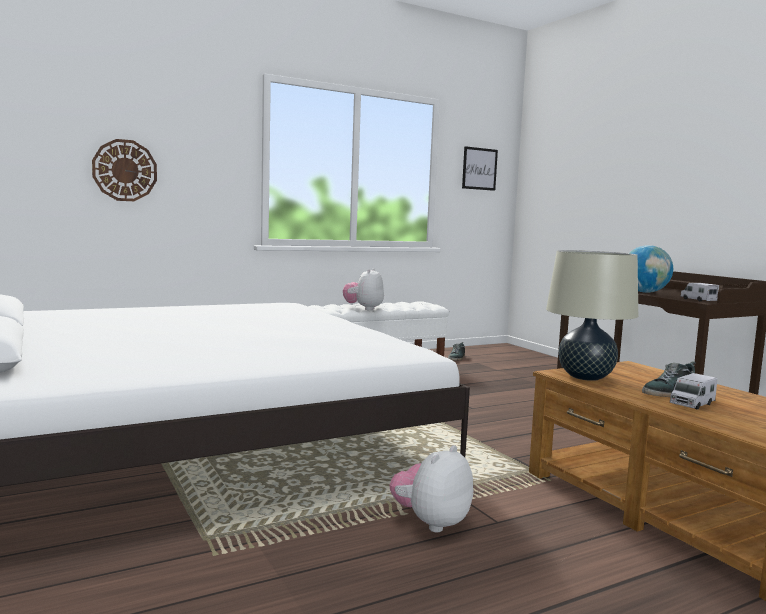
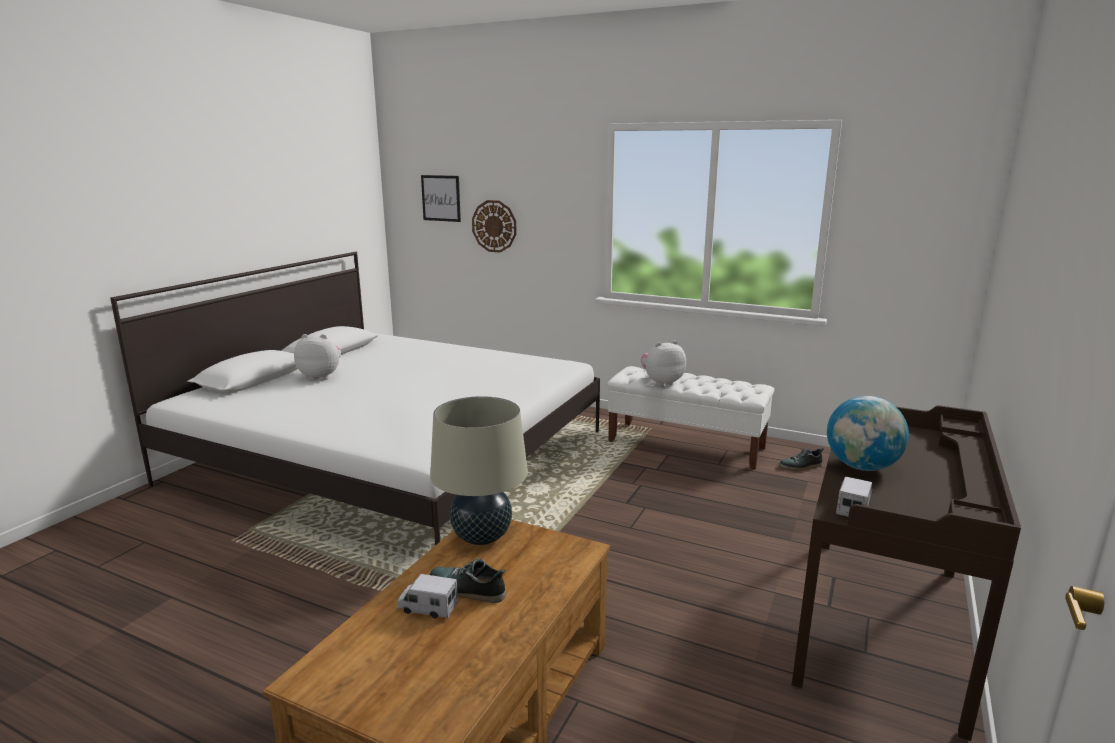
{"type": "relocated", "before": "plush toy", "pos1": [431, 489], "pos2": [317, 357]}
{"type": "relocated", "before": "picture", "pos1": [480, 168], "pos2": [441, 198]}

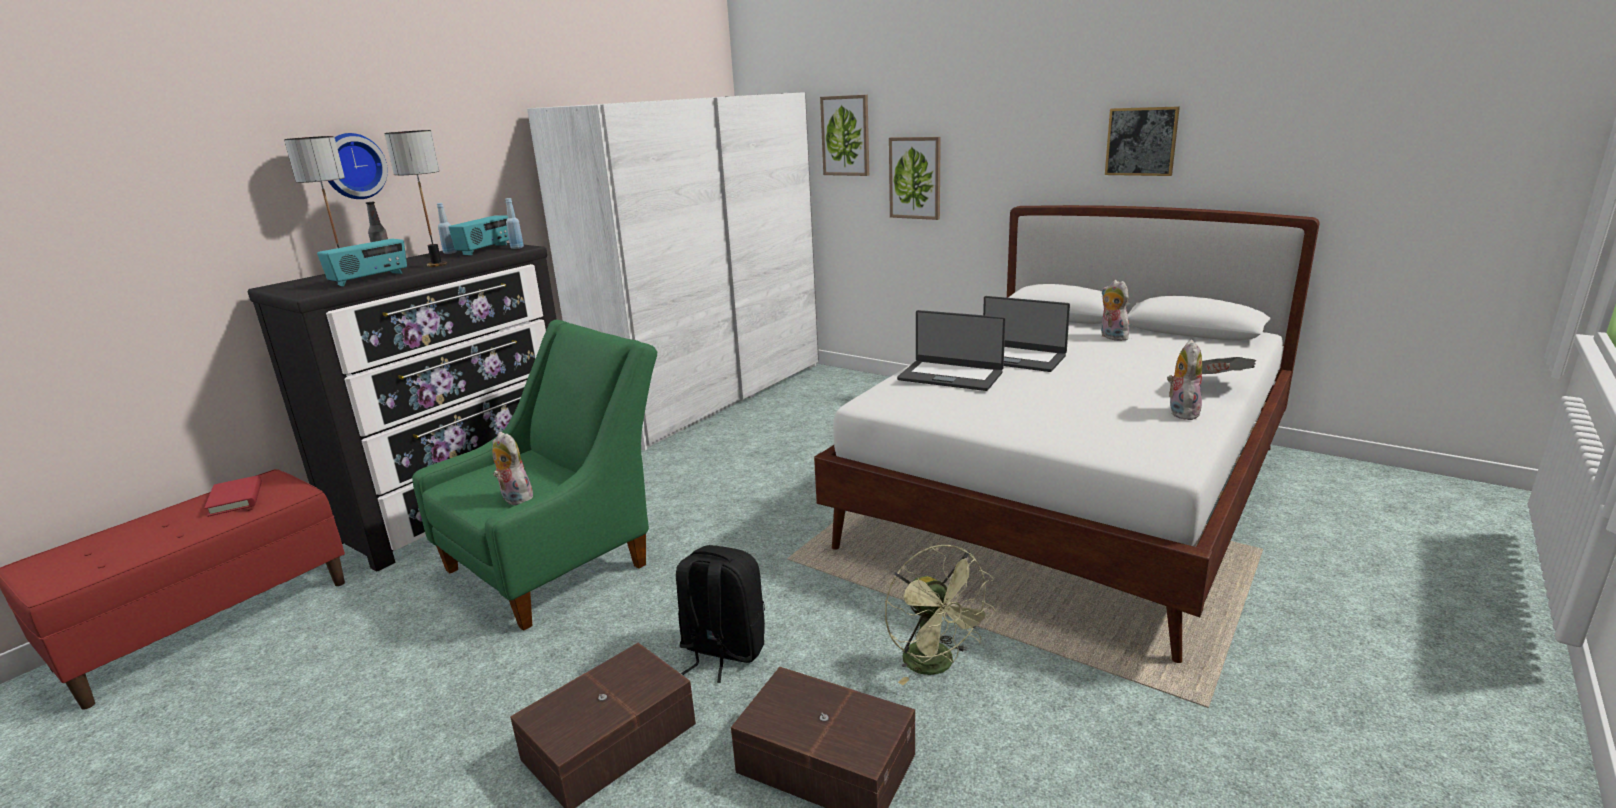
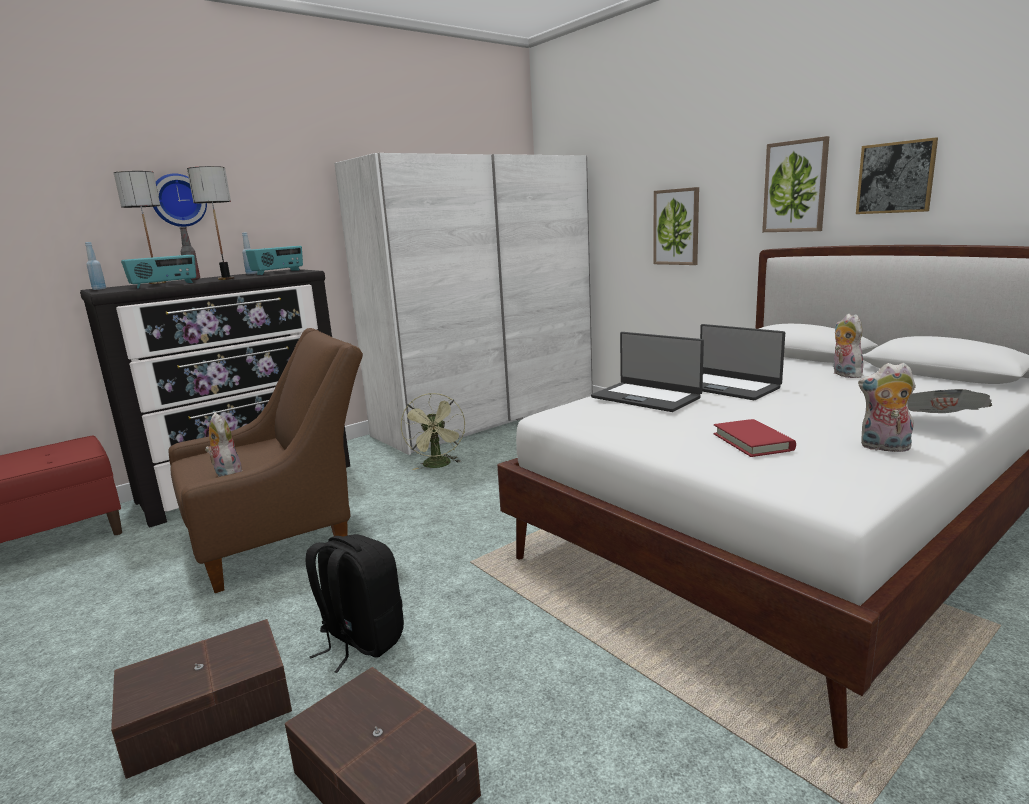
{"type": "relocated", "before": "red book", "pos1": [233, 496], "pos2": [754, 438]}
{"type": "colour", "before": "green armchair", "after": "brown armchair", "pos1": [534, 475], "pos2": [266, 460]}
{"type": "relocated", "before": "blue bottle", "pos1": [514, 223], "pos2": [95, 266]}
{"type": "relocated", "before": "picture", "pos1": [844, 135], "pos2": [795, 184]}
{"type": "relocated", "before": "green fan", "pos1": [940, 615], "pos2": [433, 431]}
{"type": "spun", "before": "plush toy", "pos1": [1184, 379], "pos2": [887, 407], "turn": -105}

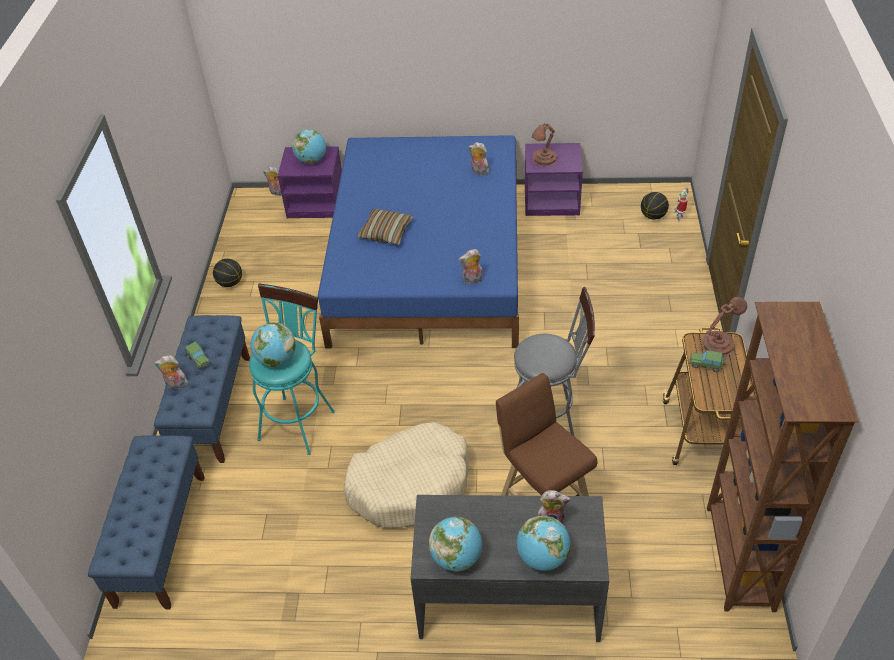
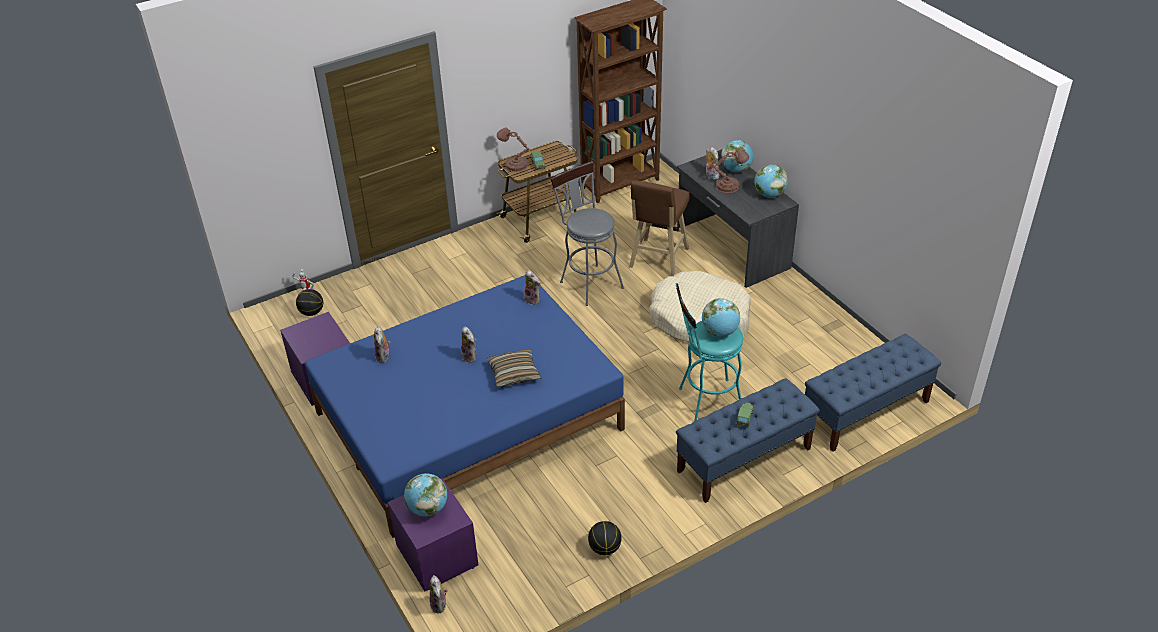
{"type": "relocated", "before": "plush toy", "pos1": [171, 373], "pos2": [469, 345]}
{"type": "relocated", "before": "brown table lamp", "pos1": [544, 144], "pos2": [731, 171]}

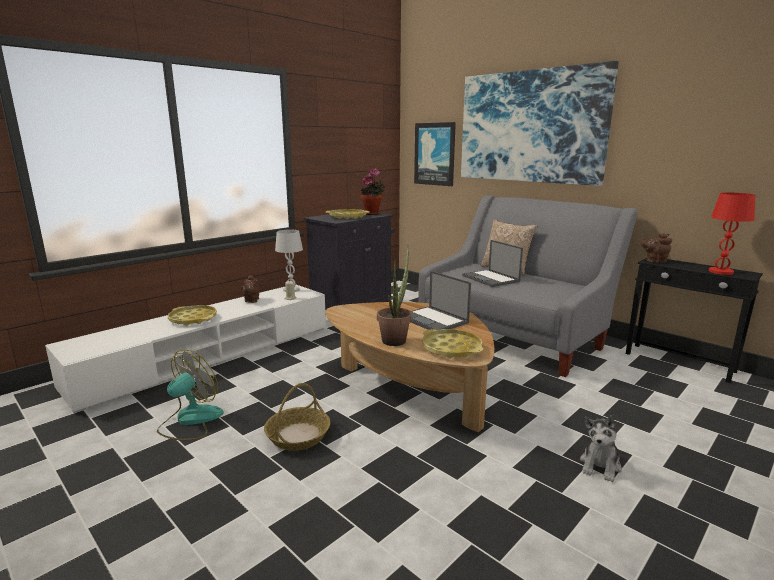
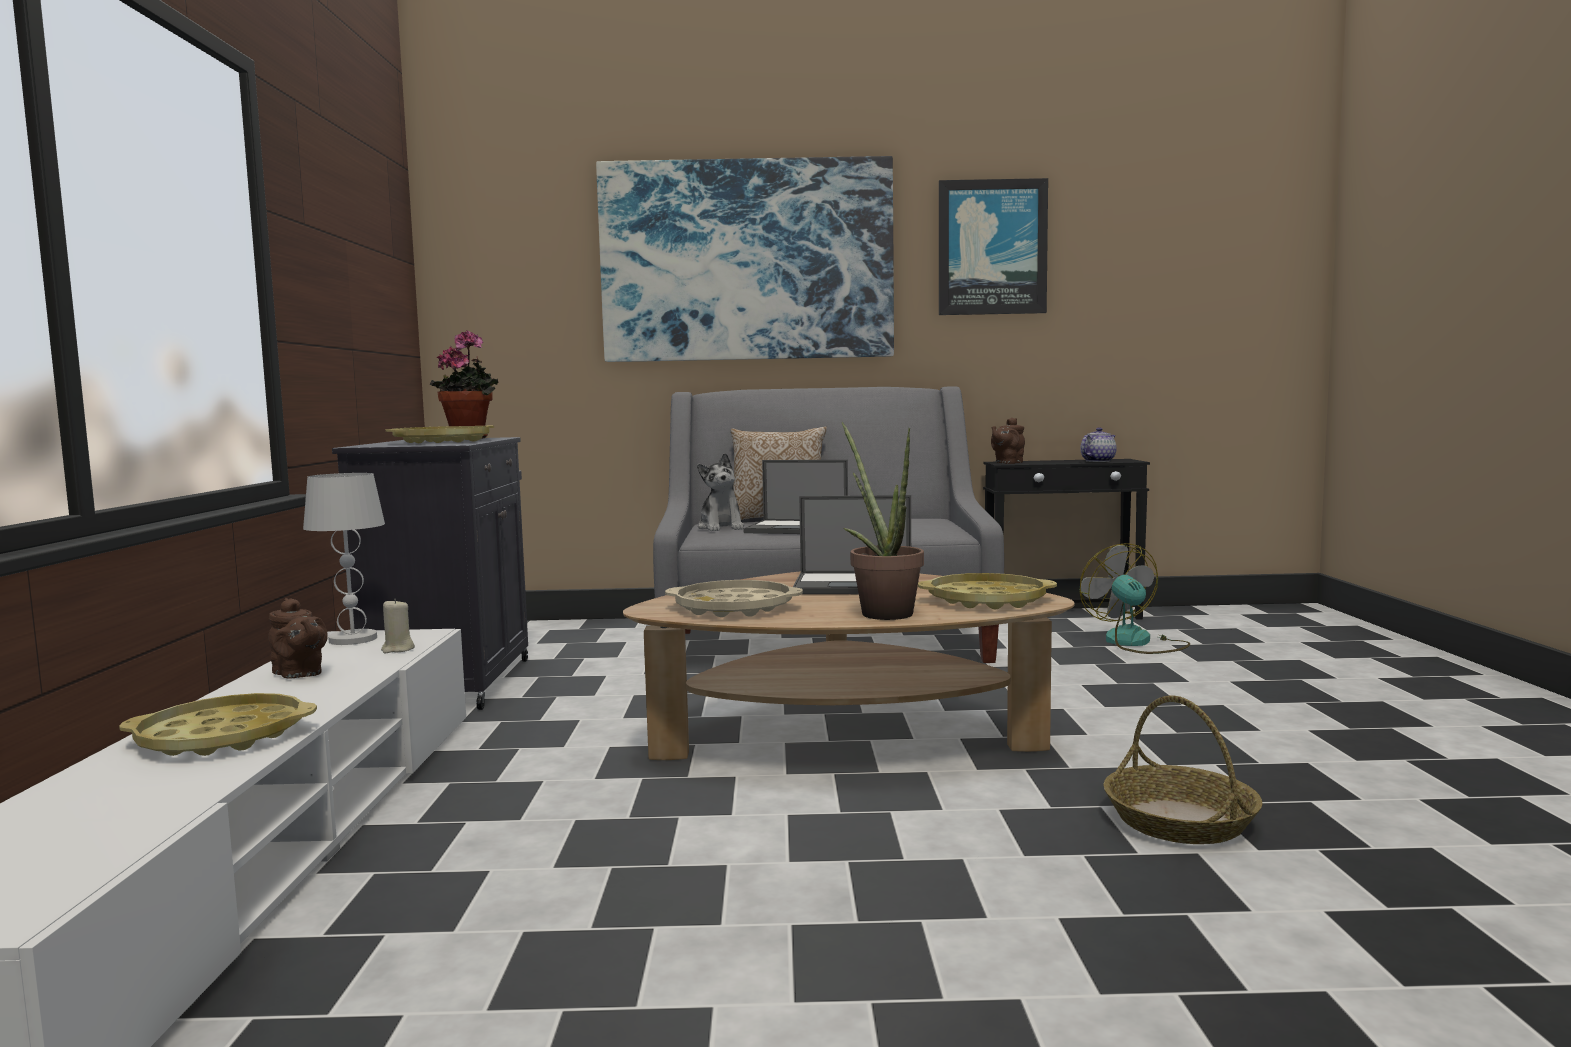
{"type": "relocated", "before": "fan", "pos1": [190, 395], "pos2": [1135, 598]}
{"type": "relocated", "before": "basket", "pos1": [297, 417], "pos2": [1182, 769]}
{"type": "relocated", "before": "picture", "pos1": [435, 154], "pos2": [993, 246]}
{"type": "relocated", "before": "plush toy", "pos1": [601, 449], "pos2": [720, 492]}
{"type": "exchanged", "before": "red table lamp", "after": "teapot", "pos1": [732, 234], "pos2": [1098, 444]}
{"type": "appeared", "after": "beige tray", "pos2": [734, 598]}

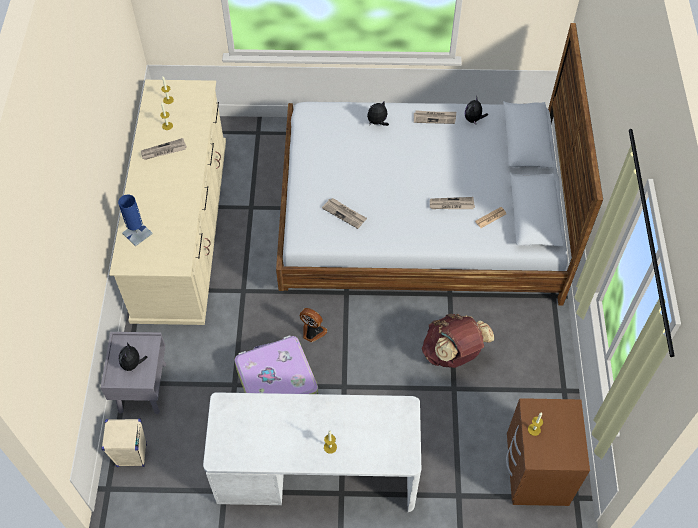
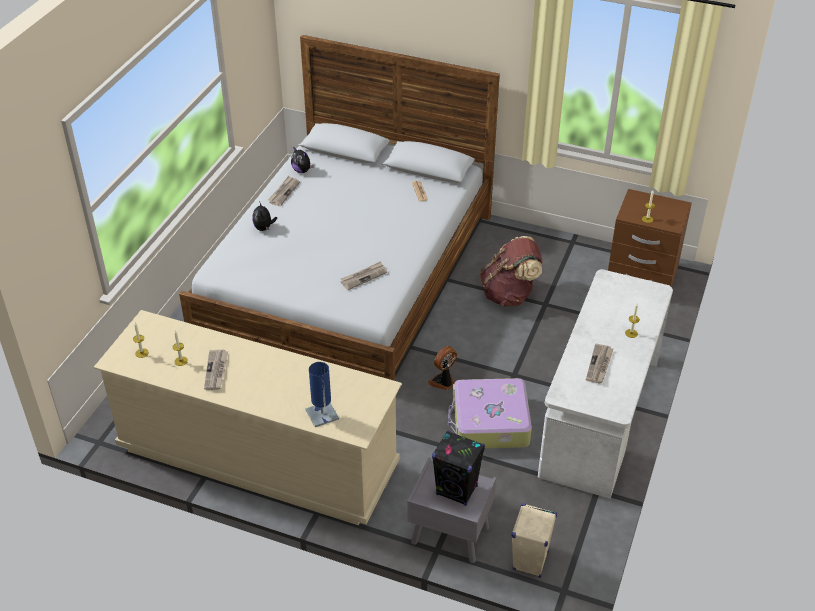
{"type": "exchanged", "before": "plush toy", "after": "black speaker", "pos1": [133, 357], "pos2": [458, 468]}
{"type": "relocated", "before": "newspaper", "pos1": [452, 203], "pos2": [599, 364]}

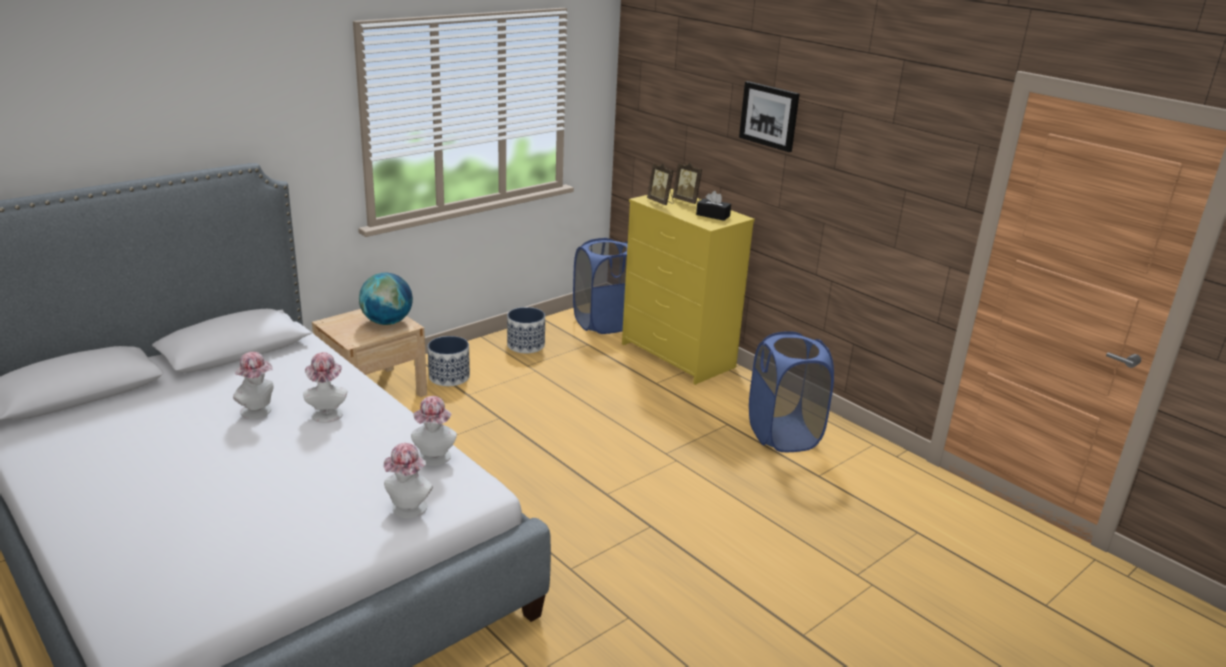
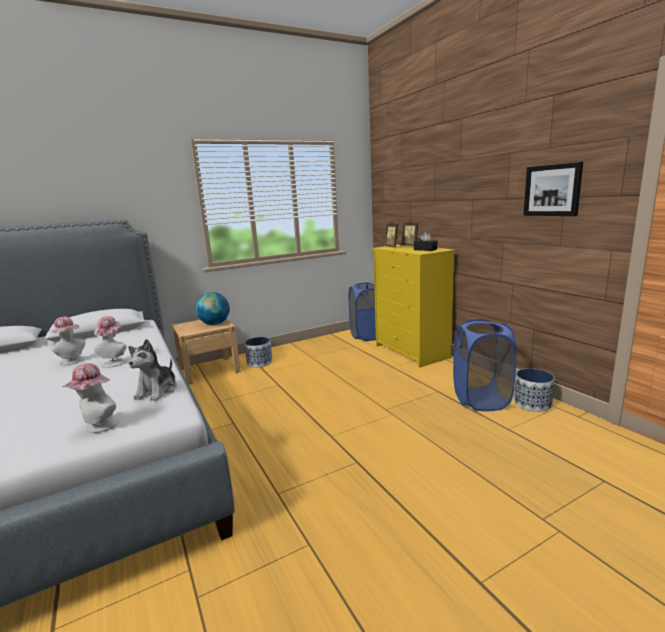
{"type": "exchanged", "before": "hat", "after": "plush toy", "pos1": [434, 431], "pos2": [152, 370]}
{"type": "relocated", "before": "planter", "pos1": [526, 330], "pos2": [534, 390]}
{"type": "relocated", "before": "picture", "pos1": [769, 116], "pos2": [553, 189]}

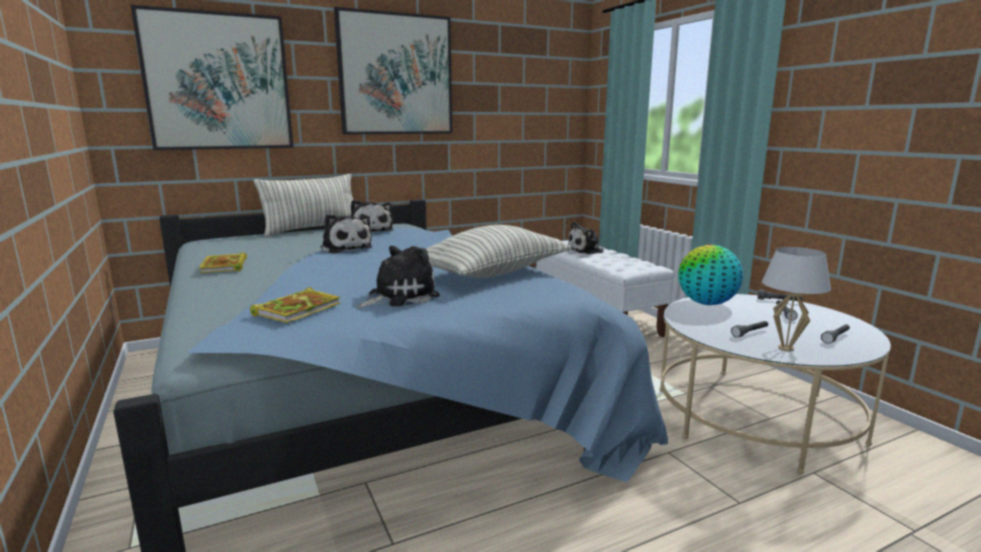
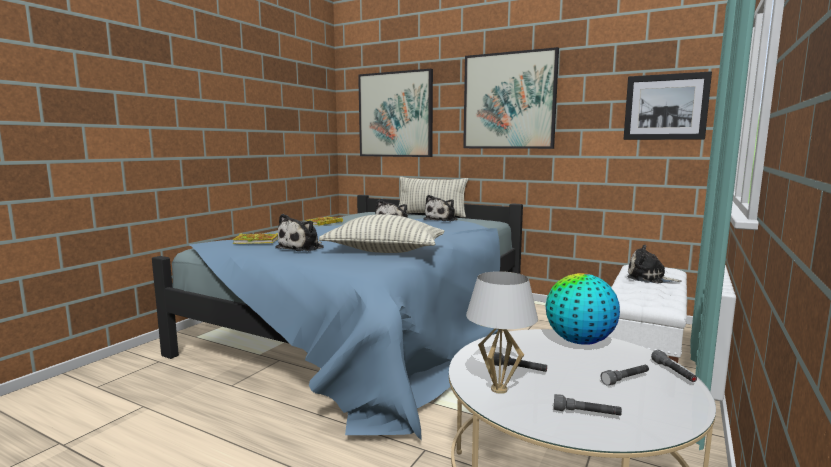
{"type": "spun", "before": "plush toy", "pos1": [398, 277], "pos2": [299, 232], "turn": 105}
{"type": "appeared", "after": "picture", "pos2": [667, 105]}

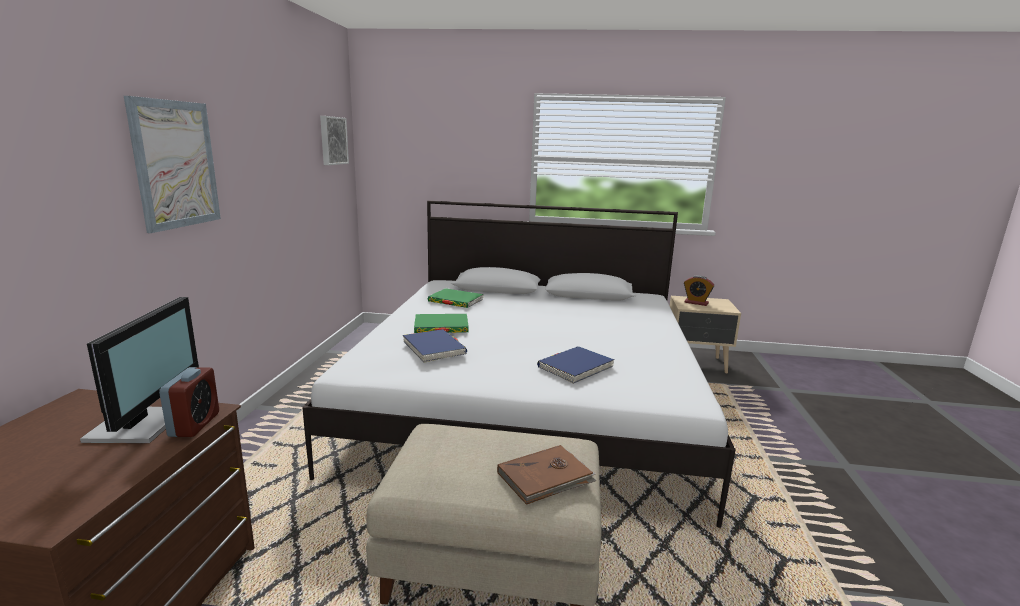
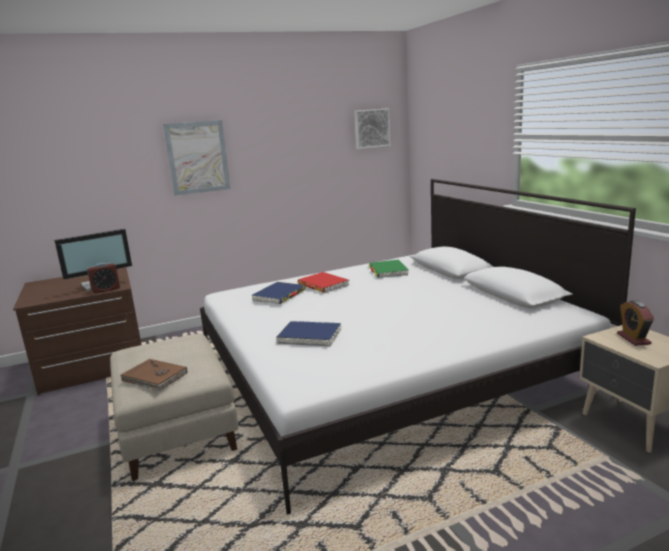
{"type": "colour", "before": "green book", "after": "red book", "pos1": [441, 323], "pos2": [323, 282]}

